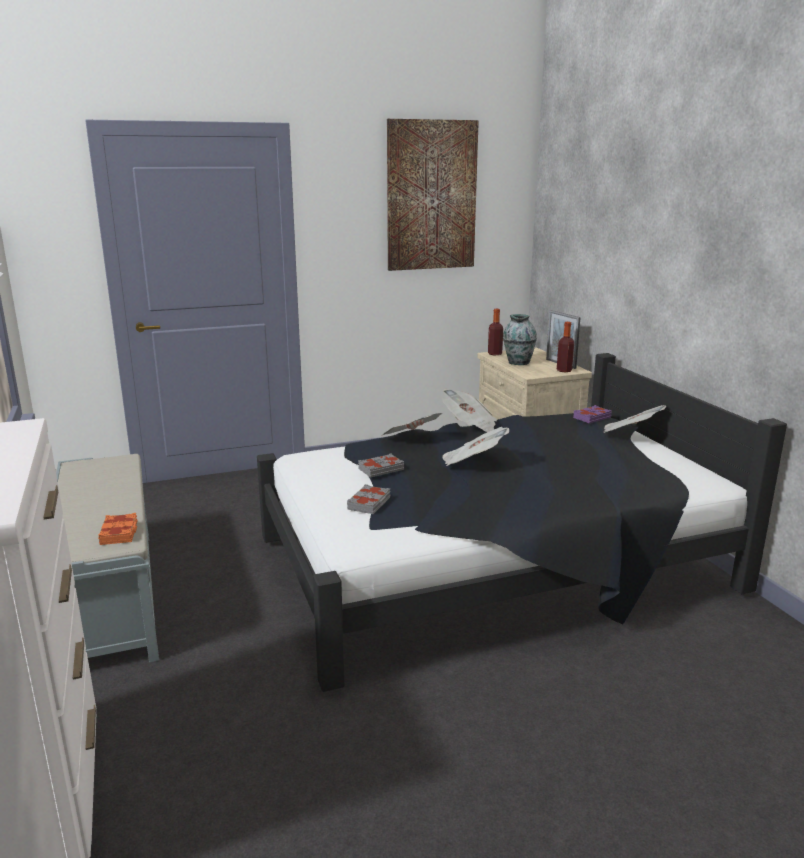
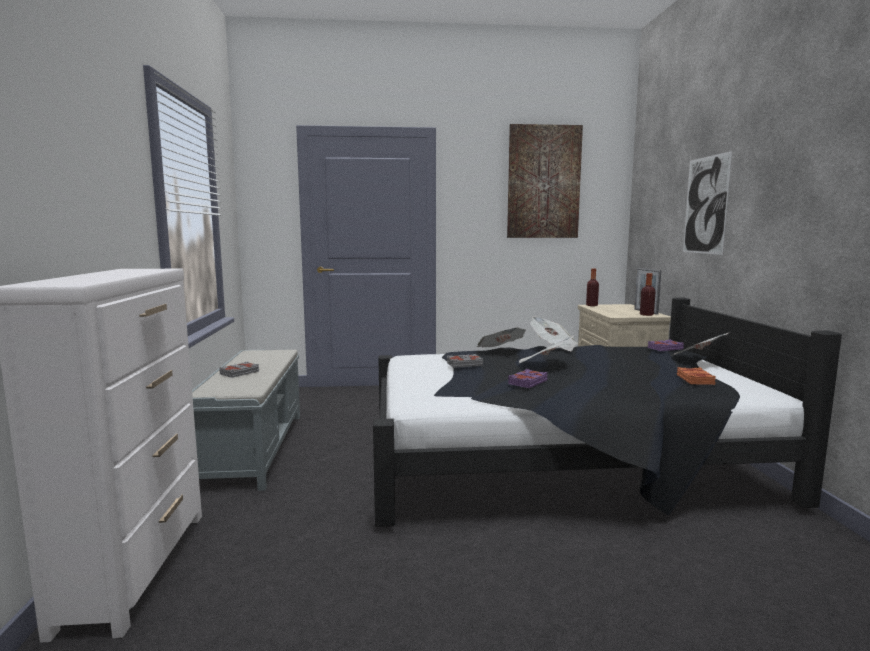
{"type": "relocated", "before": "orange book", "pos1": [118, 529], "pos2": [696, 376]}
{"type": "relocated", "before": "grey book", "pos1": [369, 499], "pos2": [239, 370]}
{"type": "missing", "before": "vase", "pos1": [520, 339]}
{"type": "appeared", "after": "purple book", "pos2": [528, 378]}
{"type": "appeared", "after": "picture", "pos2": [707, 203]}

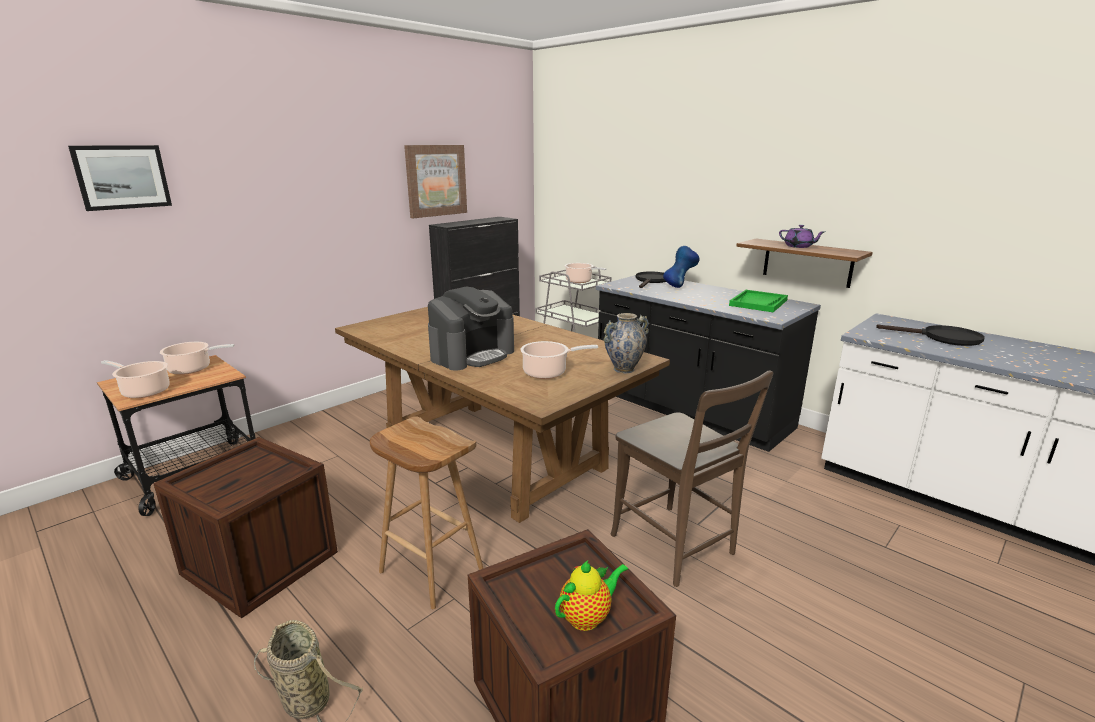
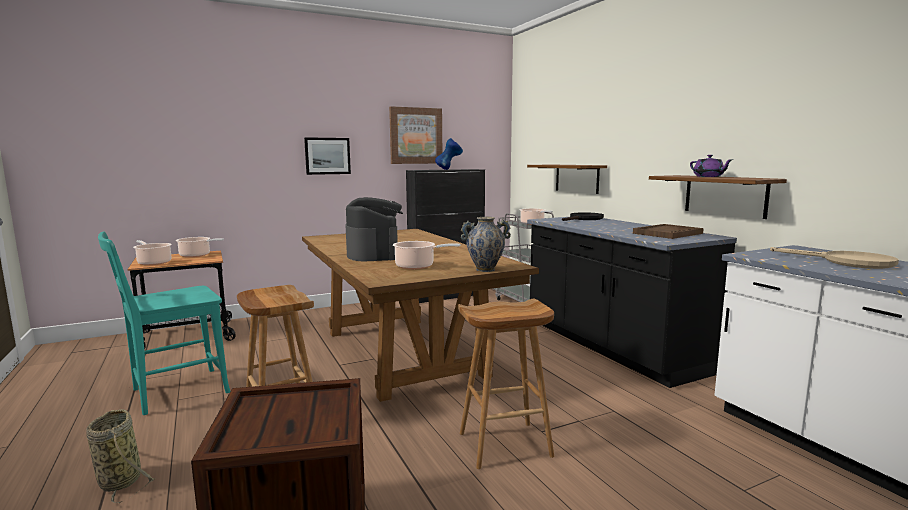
{"type": "relocated", "before": "picture", "pos1": [120, 178], "pos2": [327, 156]}
{"type": "exchanged", "before": "crate", "after": "turquoise chair", "pos1": [245, 527], "pos2": [164, 323]}
{"type": "spun", "before": "coffee machine", "pos1": [471, 328], "pos2": [374, 229], "turn": -75}
{"type": "missing", "before": "teapot", "pos1": [592, 595]}
{"type": "exchanged", "before": "brown chair", "after": "brown stool", "pos1": [692, 478], "pos2": [506, 383]}
{"type": "relocated", "before": "blue vase", "pos1": [681, 267], "pos2": [449, 154]}
{"type": "colour", "before": "green tray", "after": "brown tray", "pos1": [758, 301], "pos2": [668, 231]}
{"type": "colour", "before": "black frying pan", "after": "beige frying pan", "pos1": [930, 335], "pos2": [834, 258]}
{"type": "appeared", "after": "shelf", "pos2": [567, 179]}

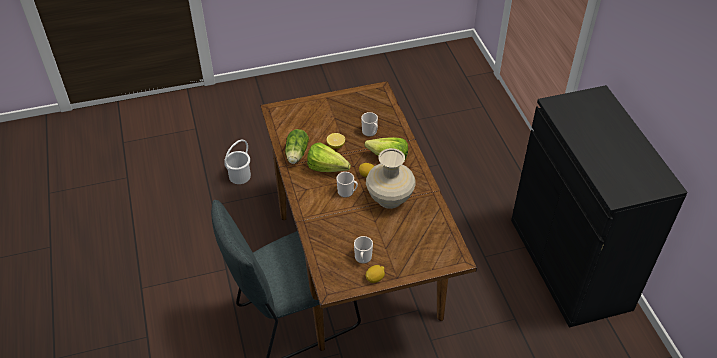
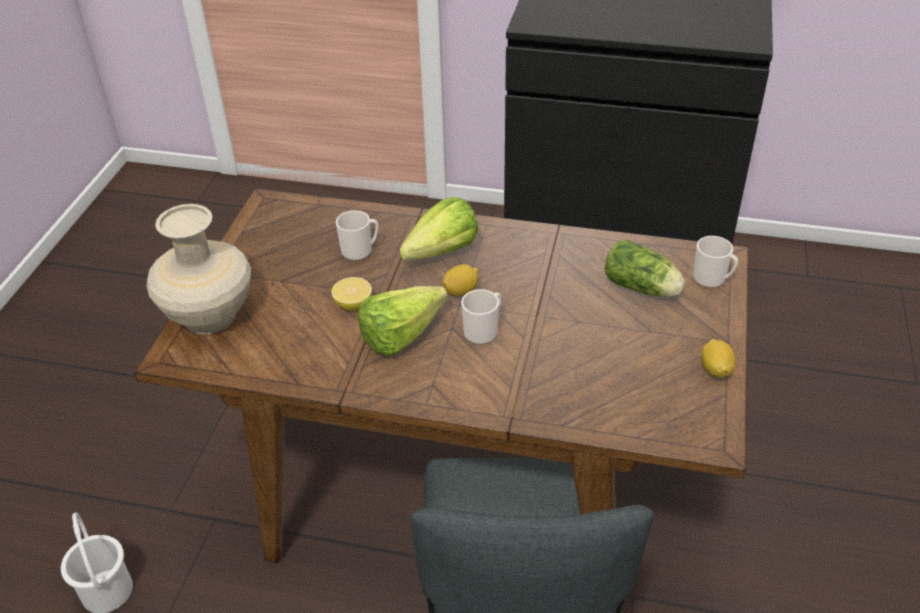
{"type": "relocated", "before": "lettuce", "pos1": [297, 146], "pos2": [645, 268]}
{"type": "relocated", "before": "mug", "pos1": [363, 250], "pos2": [715, 262]}
{"type": "relocated", "before": "beige vase", "pos1": [391, 178], "pos2": [198, 269]}

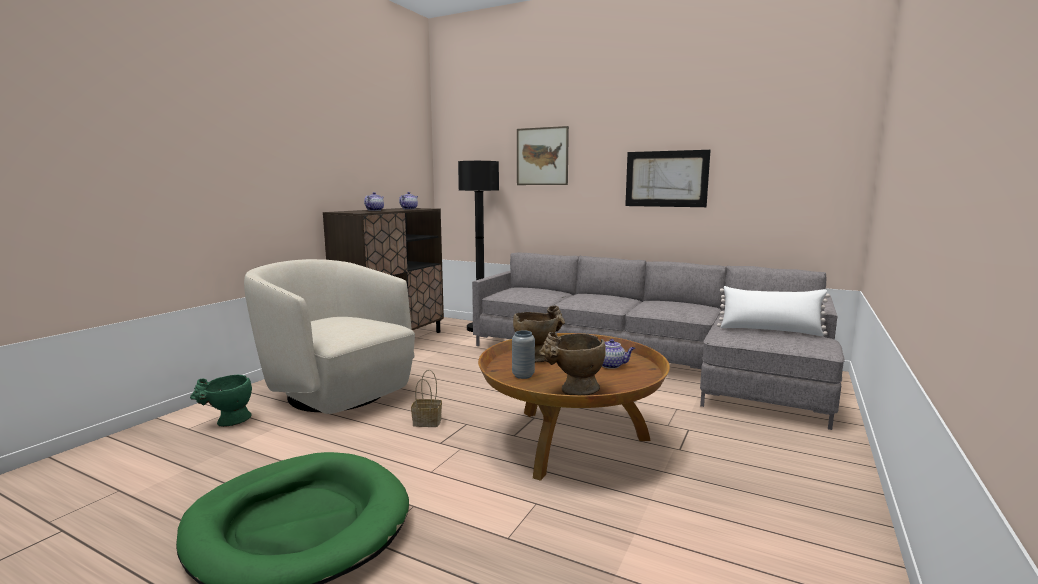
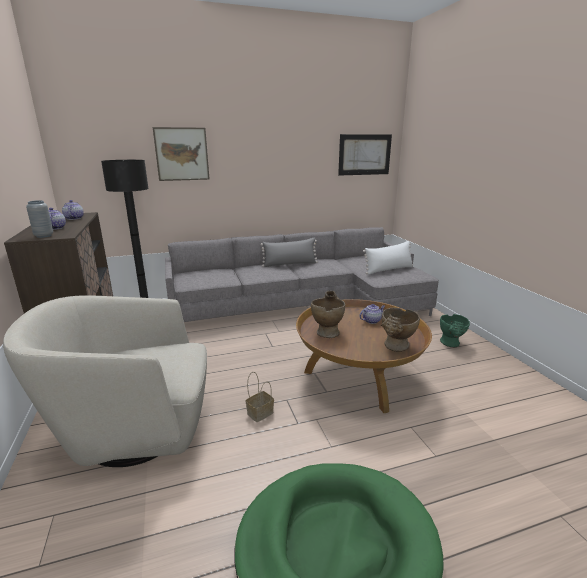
{"type": "relocated", "before": "green vase", "pos1": [221, 401], "pos2": [455, 330]}
{"type": "relocated", "before": "grey vase", "pos1": [523, 354], "pos2": [39, 219]}
{"type": "relocated", "before": "picture", "pos1": [667, 178], "pos2": [365, 155]}
{"type": "appeared", "after": "grey pillow", "pos2": [289, 252]}

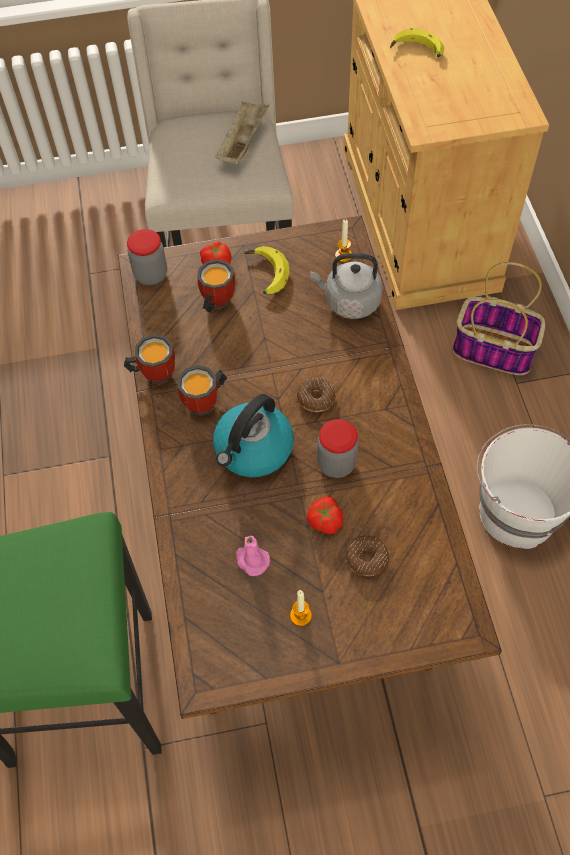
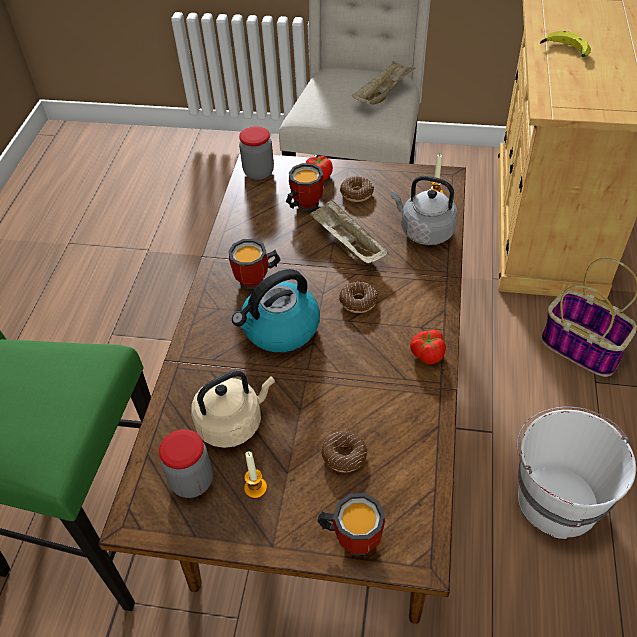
{"type": "relocated", "before": "mug", "pos1": [149, 359], "pos2": [351, 524]}
{"type": "exchanged", "before": "pink candle", "after": "beige kettle", "pos1": [253, 556], "pos2": [233, 409]}
{"type": "exchanged", "before": "banana", "after": "donut", "pos1": [267, 270], "pos2": [357, 189]}
{"type": "relocated", "before": "tomato", "pos1": [325, 515], "pos2": [428, 347]}
{"type": "relocated", "before": "jar", "pos1": [338, 448], "pos2": [186, 463]}
{"type": "appeared", "after": "beige tray", "pos2": [349, 231]}

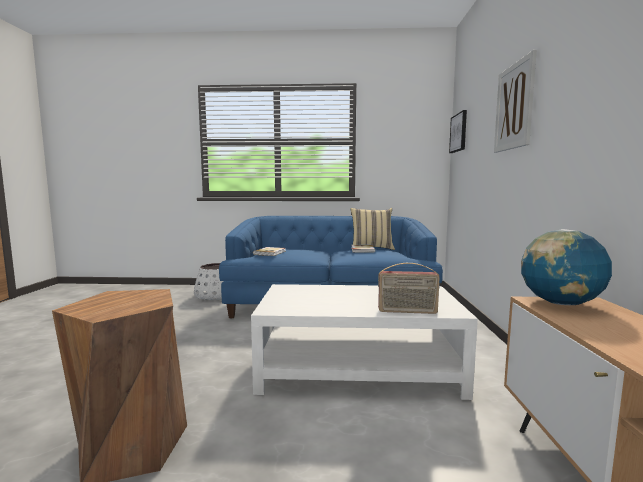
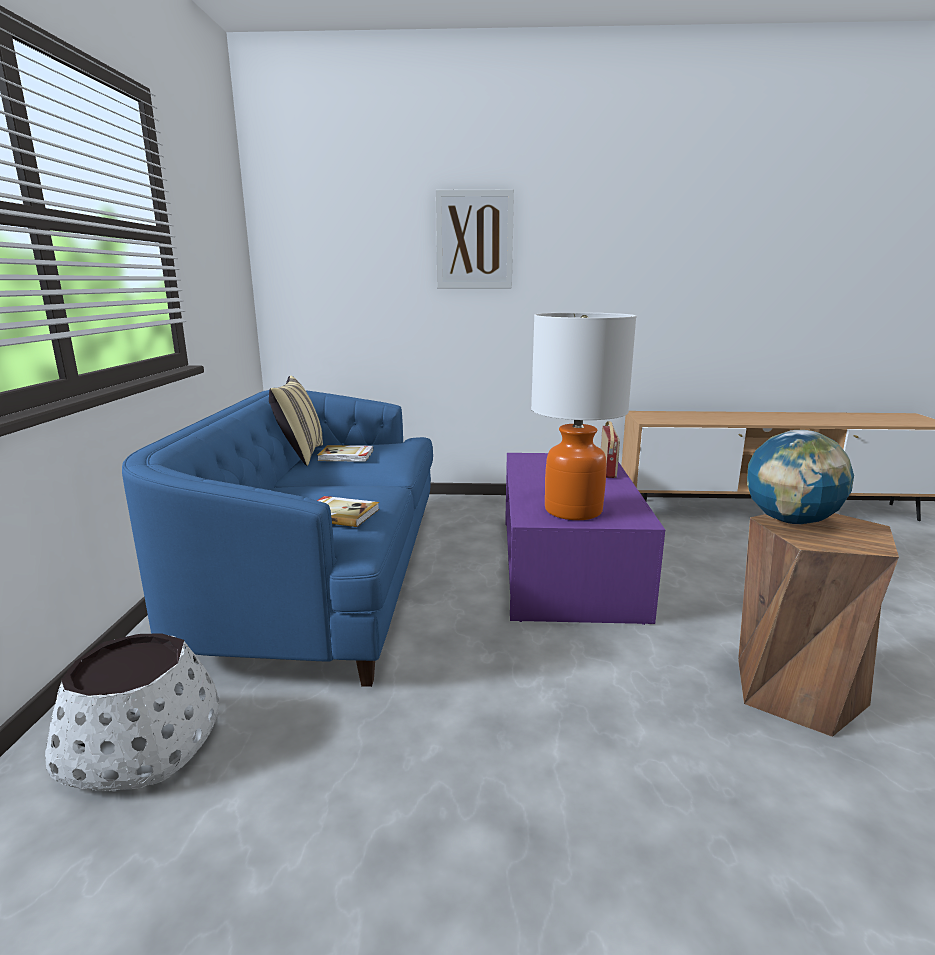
{"type": "colour", "before": "white coffee table", "after": "purple coffee table", "pos1": [364, 342], "pos2": [585, 539]}
{"type": "missing", "before": "picture", "pos1": [458, 131]}
{"type": "relocated", "before": "globe", "pos1": [566, 267], "pos2": [800, 477]}
{"type": "appeared", "after": "table lamp", "pos2": [583, 416]}

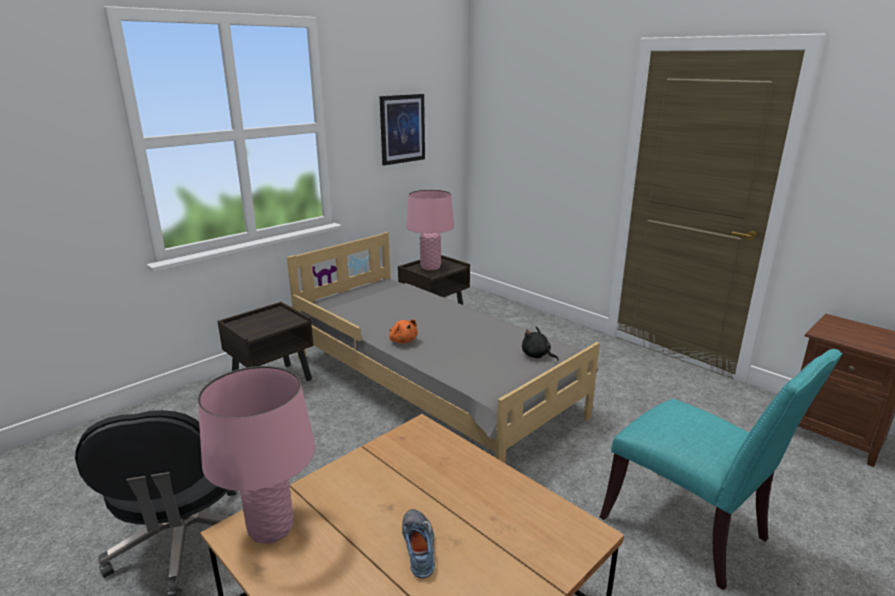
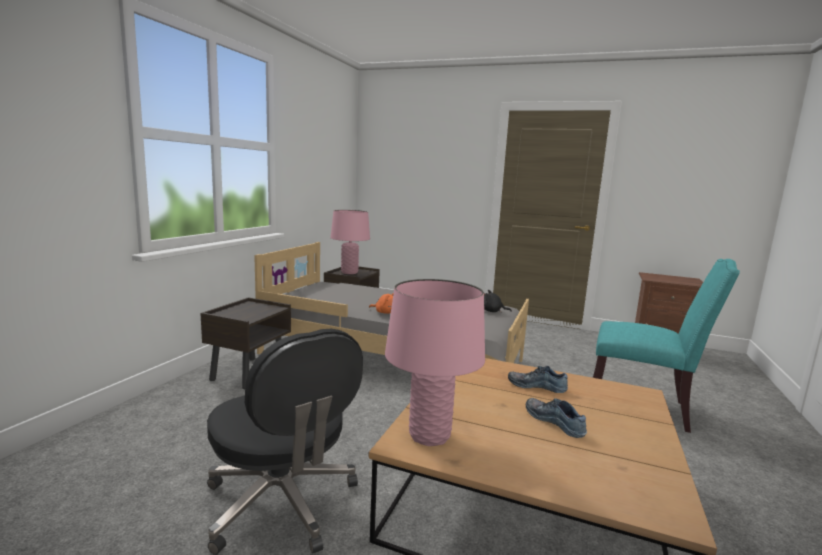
{"type": "missing", "before": "picture", "pos1": [402, 130]}
{"type": "appeared", "after": "shoe", "pos2": [538, 379]}

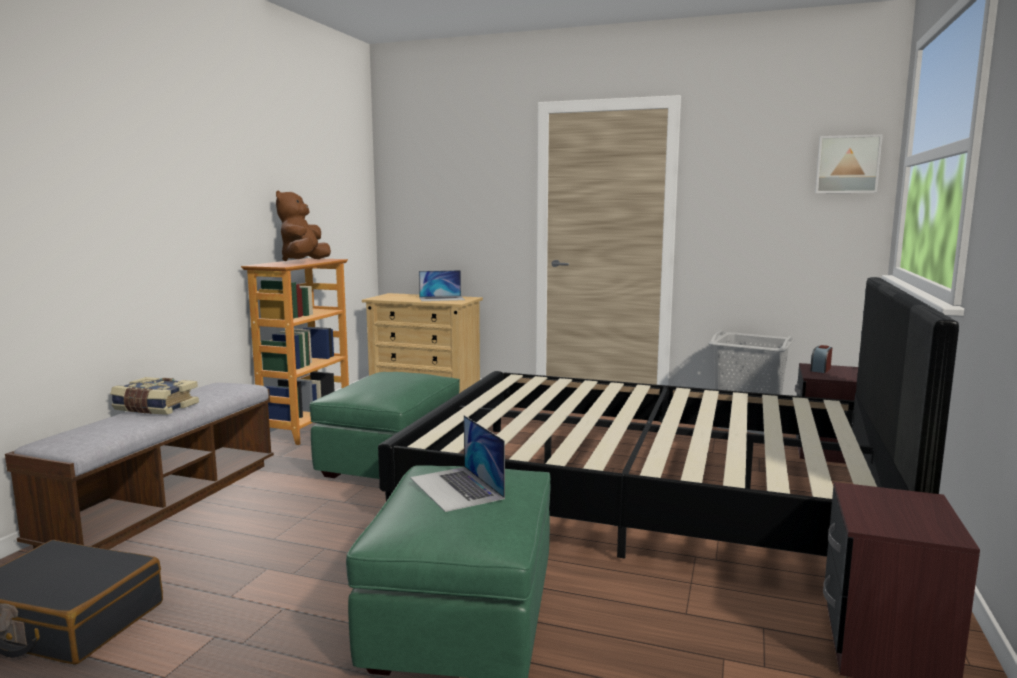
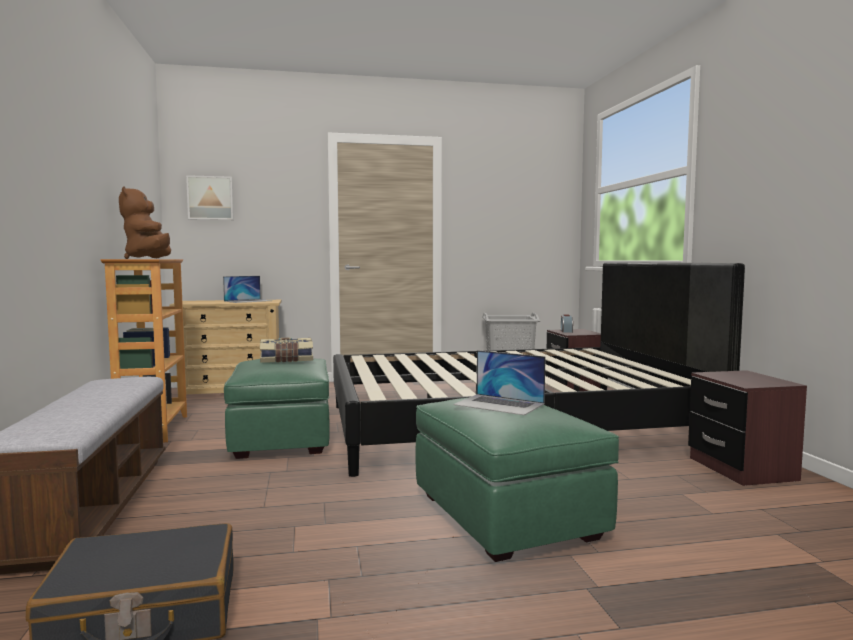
{"type": "relocated", "before": "book", "pos1": [154, 396], "pos2": [286, 350]}
{"type": "relocated", "before": "picture", "pos1": [849, 163], "pos2": [210, 197]}

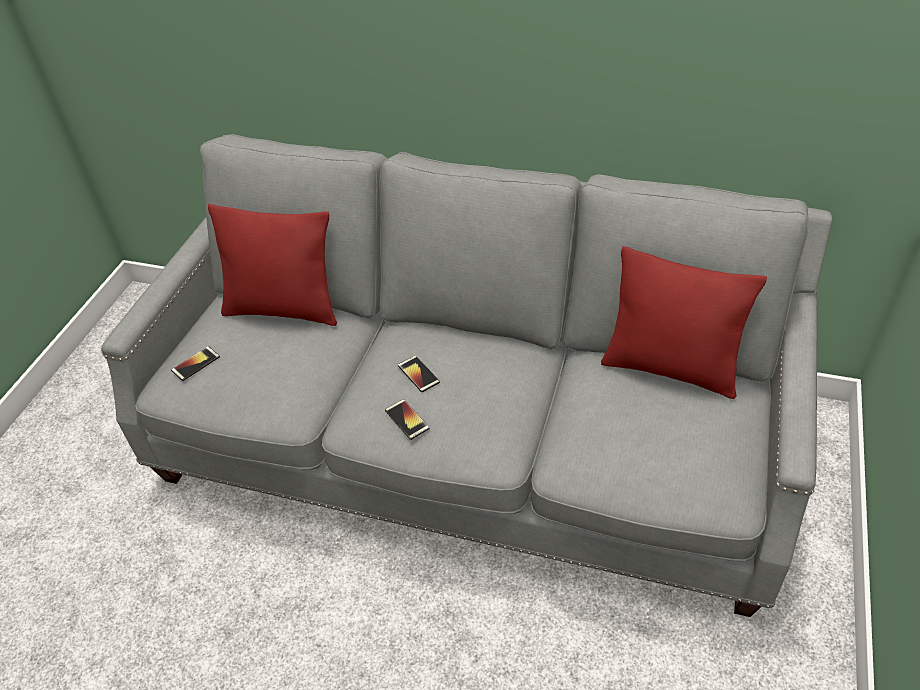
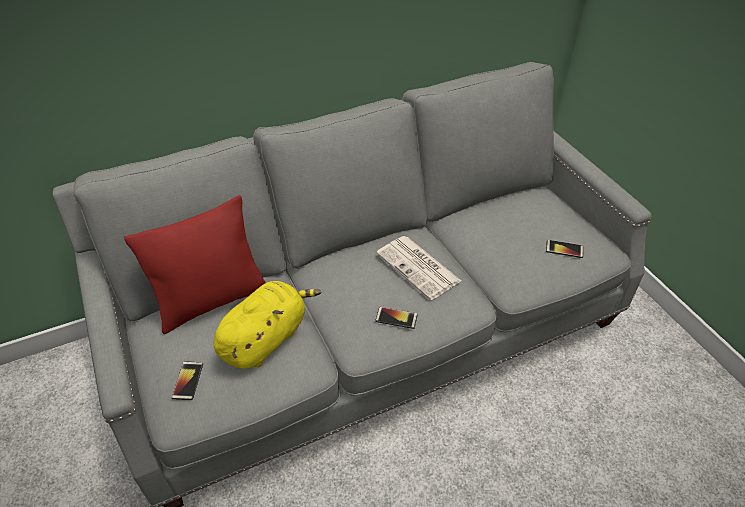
{"type": "relocated", "before": "phone", "pos1": [419, 373], "pos2": [564, 249]}
{"type": "missing", "before": "red pillow", "pos1": [684, 322]}
{"type": "appeared", "after": "yellow plush toy", "pos2": [267, 325]}
{"type": "appeared", "after": "newspaper", "pos2": [418, 268]}

